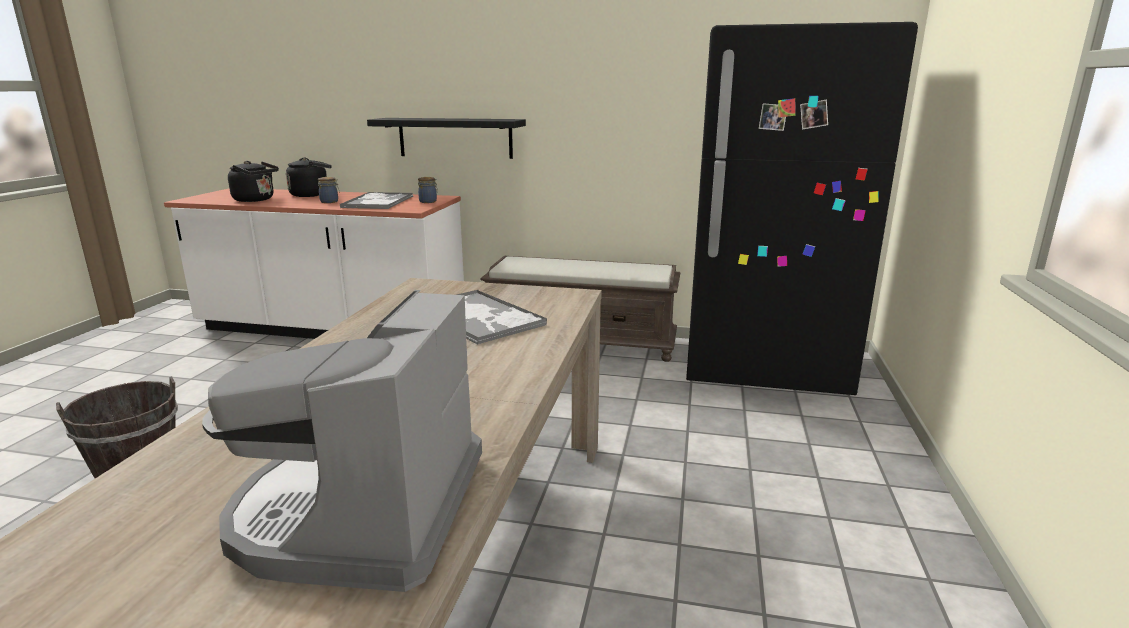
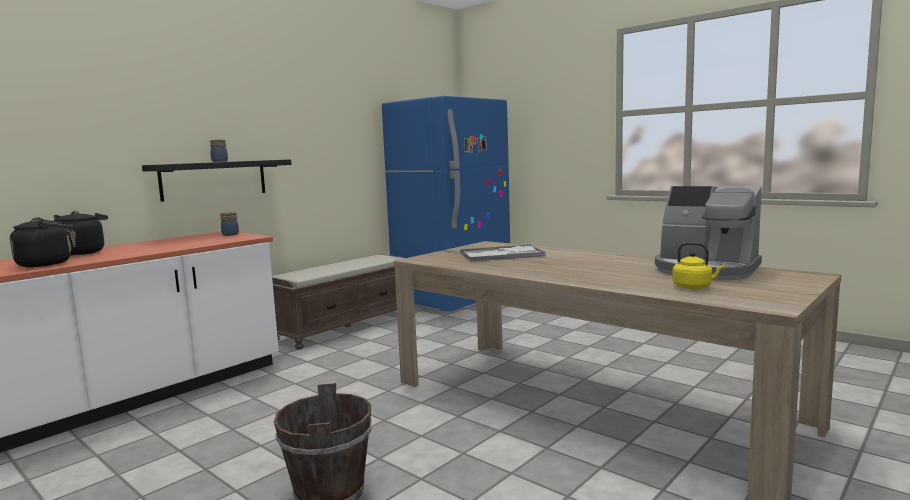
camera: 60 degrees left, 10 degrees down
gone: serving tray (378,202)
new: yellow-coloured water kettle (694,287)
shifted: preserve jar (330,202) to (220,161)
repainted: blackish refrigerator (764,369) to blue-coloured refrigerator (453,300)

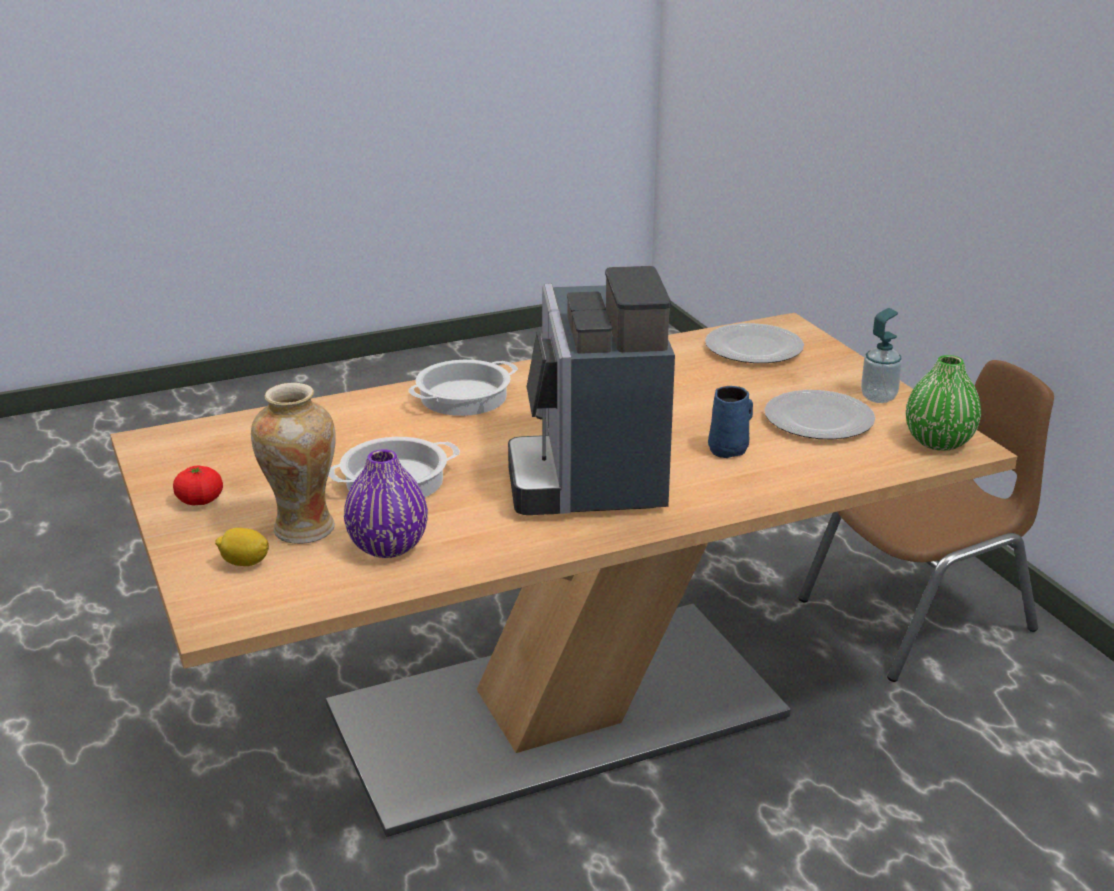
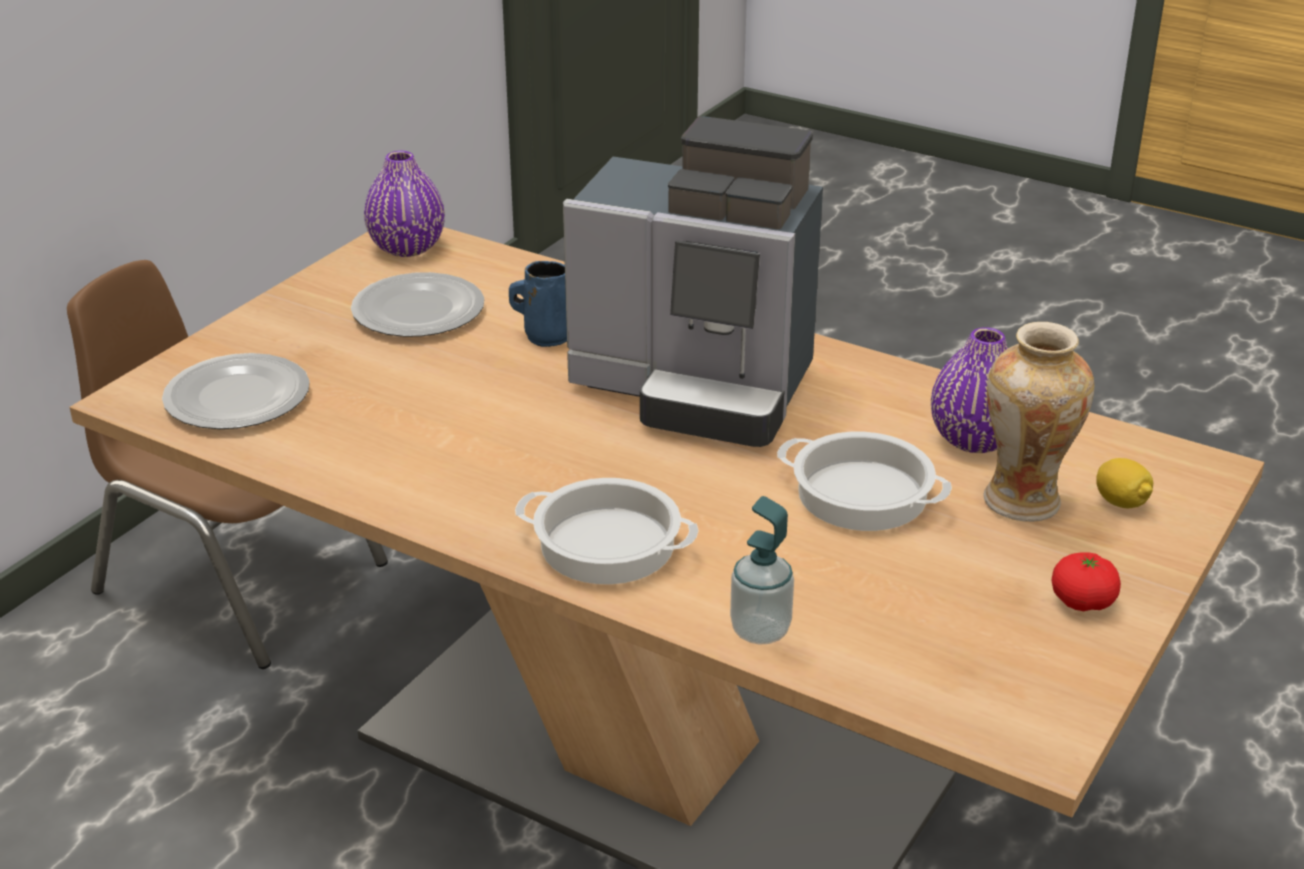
camera: 125 degrees left, 5 degrees up
shifted: soap dispenser (878,397) to (760,630)
repainted: greenish vase (938,442) to purple-coloured vase (407,247)
rotated: coffee brewer (590,476) = (698,388) 60 degrees clockwise

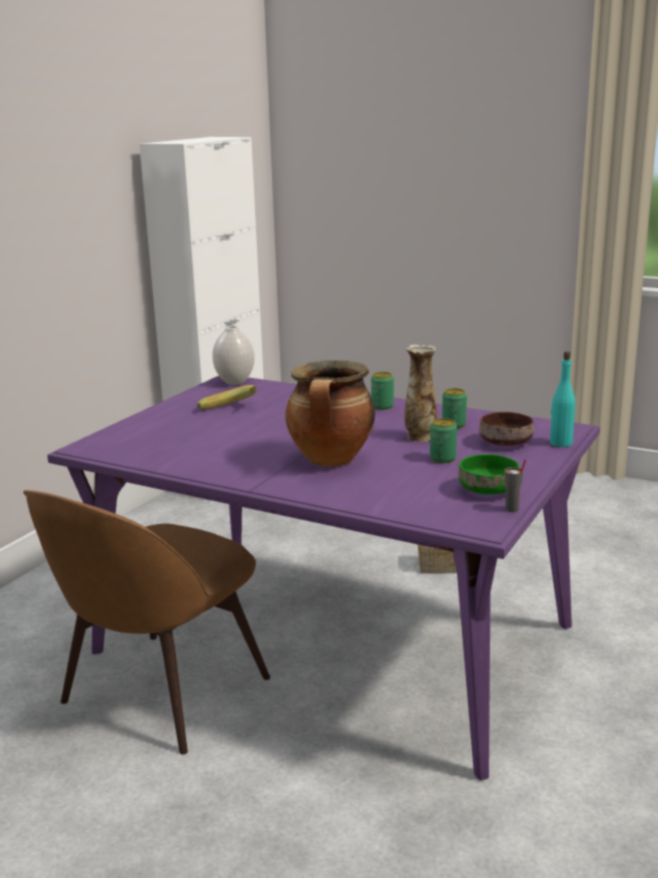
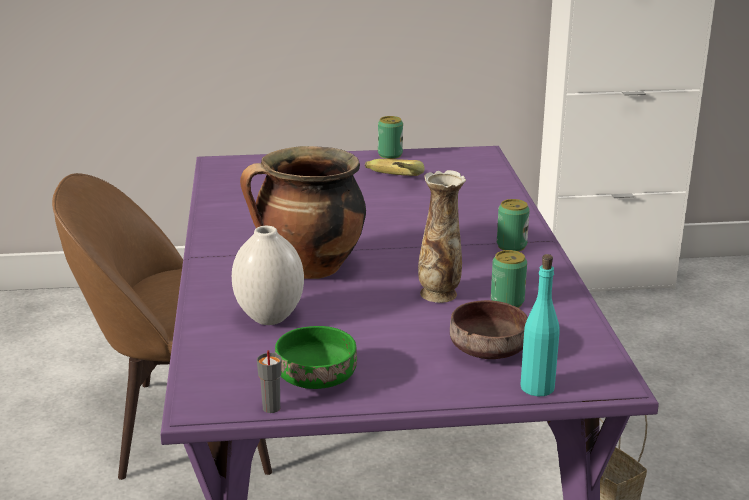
camera: 55 degrees right, 5 degrees up
shifted: whitish vase (235,382) to (269,318); metal can (443,459) to (390,155)

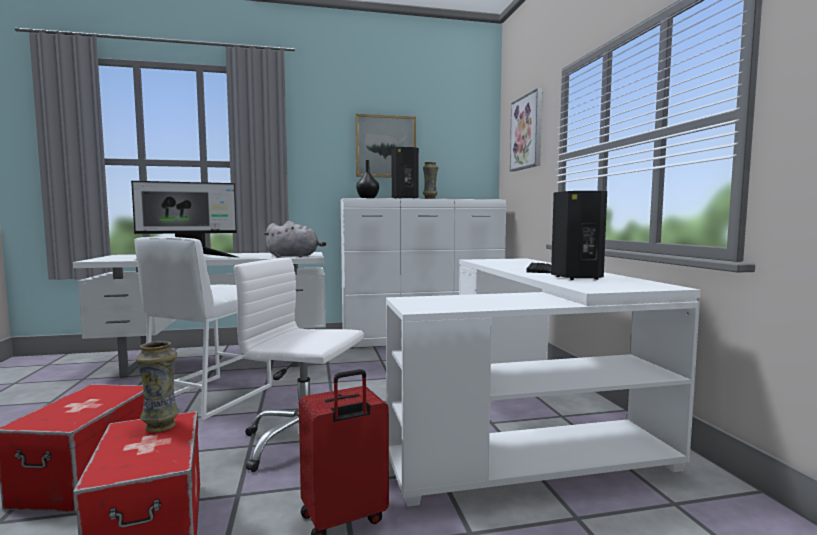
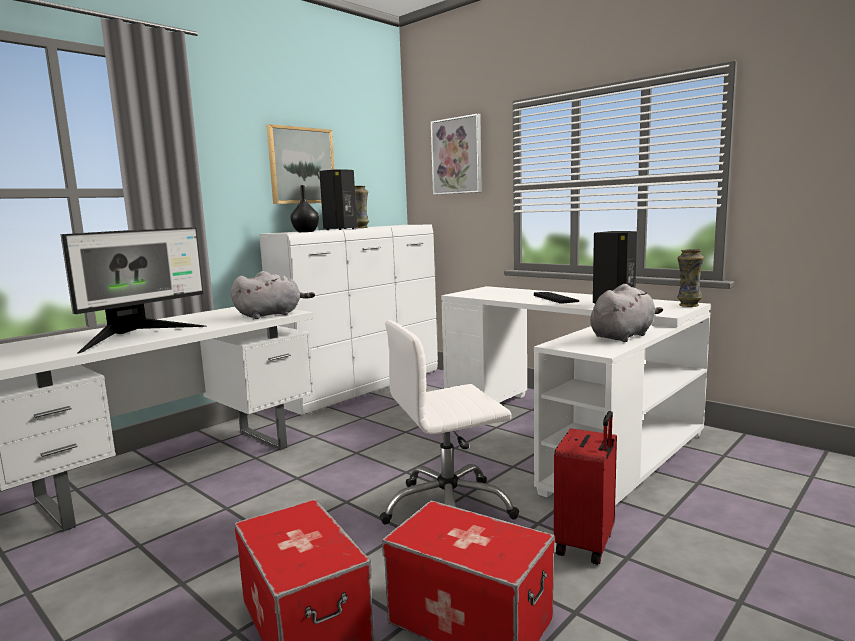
camera: 35 degrees left, 5 degrees up
gone: whitish stool (210,396)
new: gray plush toy (623,336)
shifted: vase (160,426) to (688,305)

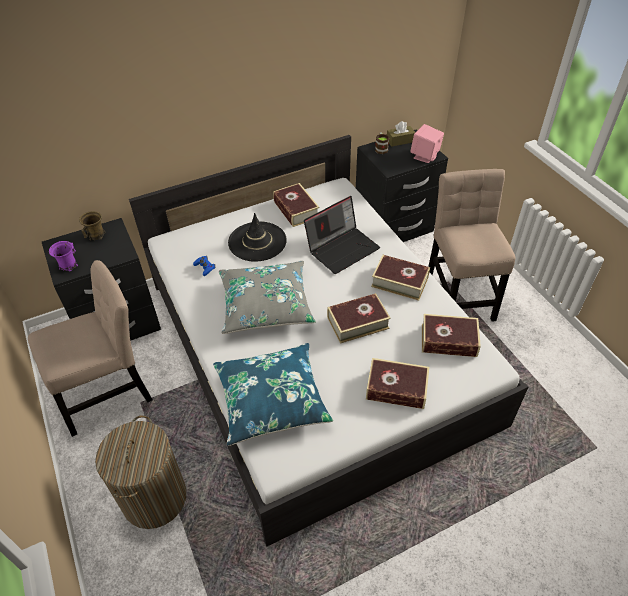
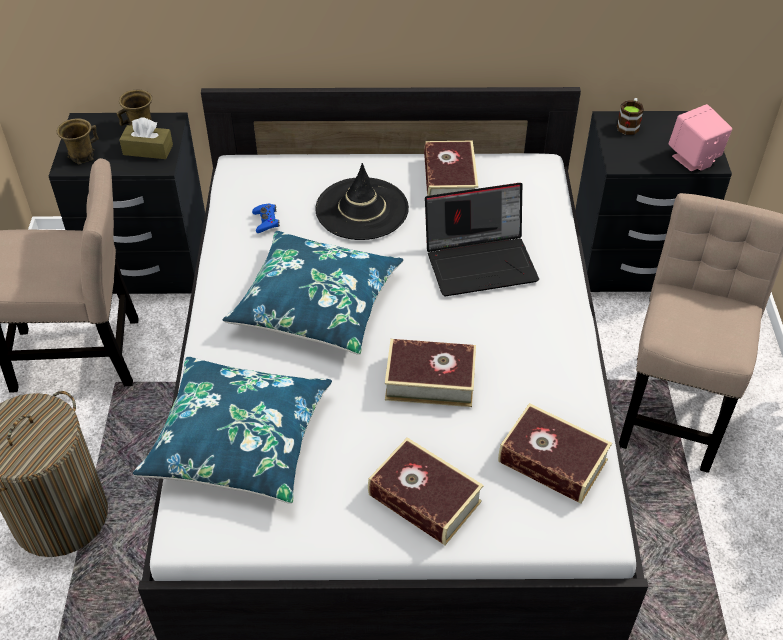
camera: 25 degrees right, 0 degrees up
gone: volume (399,282)
shifted: brown-coloured box of tissues (400,141) to (148,150)
repainted: purple-coloured mug (68,265) to brown-coloured mug (81,156); gray cushion (266,304) to blue-coloured cushion (316,304)

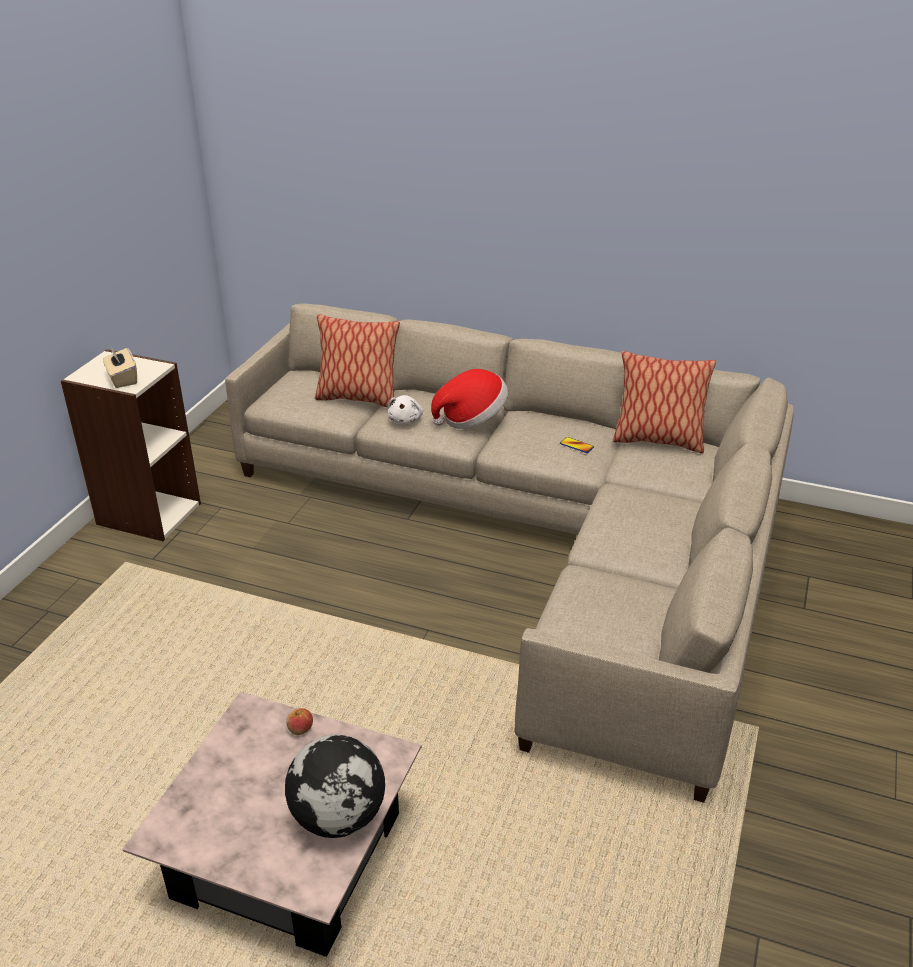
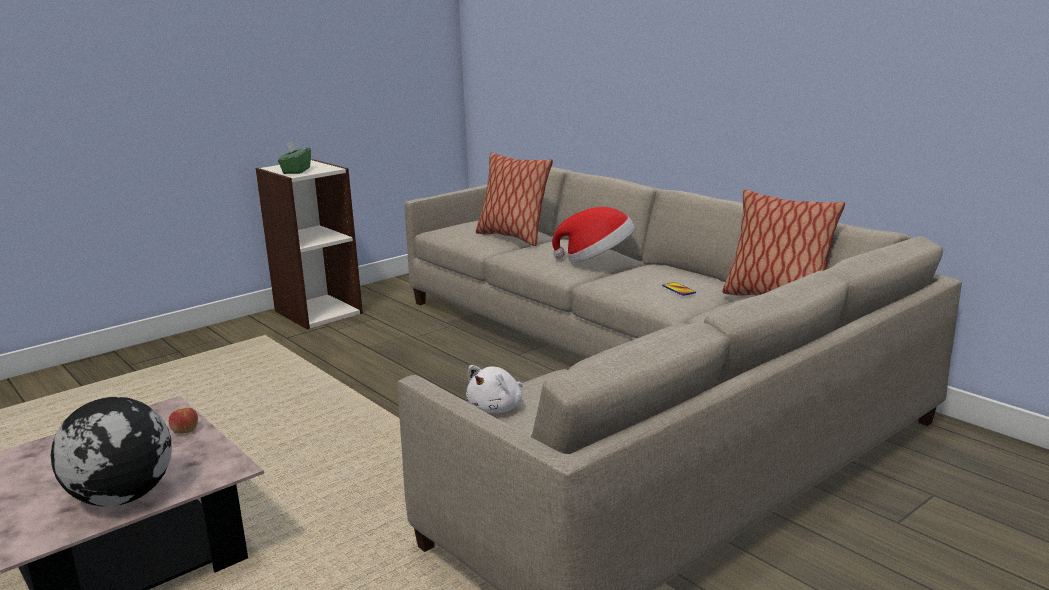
camera: 30 degrees right, 15 degrees down
shifted: whitish plush toy (405,420) to (497,408)
repainted: beige box of tissues (122,379) to greenish box of tissues (296,171)

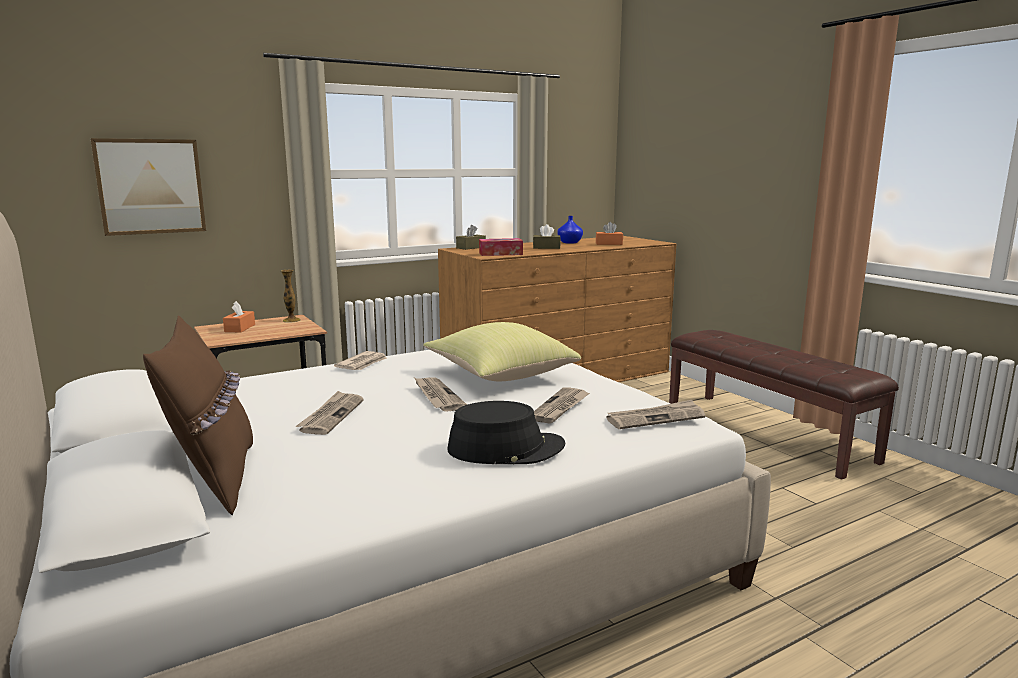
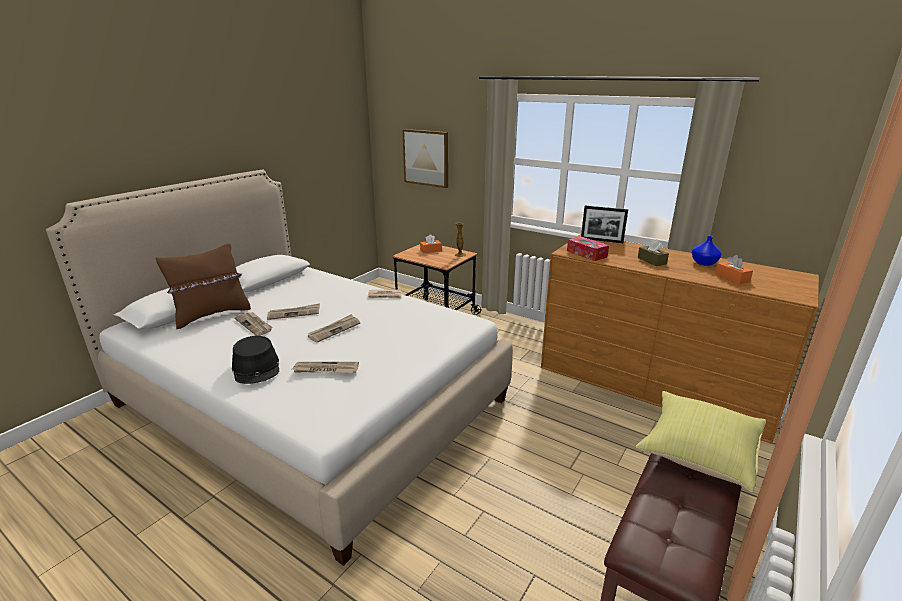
camera: 65 degrees right, 10 degrees up
shifted: yellow-coloured cushion (498,375) to (697,452); daily paper (655,418) to (254,325)
swapped: brown-coloured box of tissues (471,247) to photo frame (601,240)

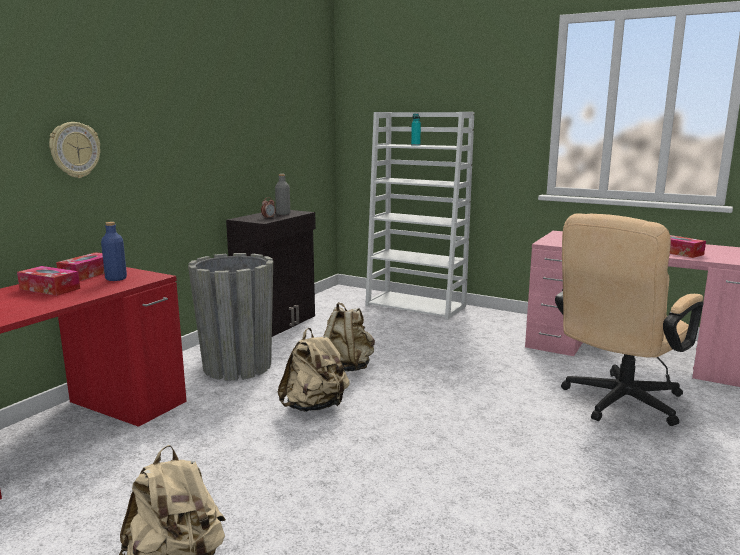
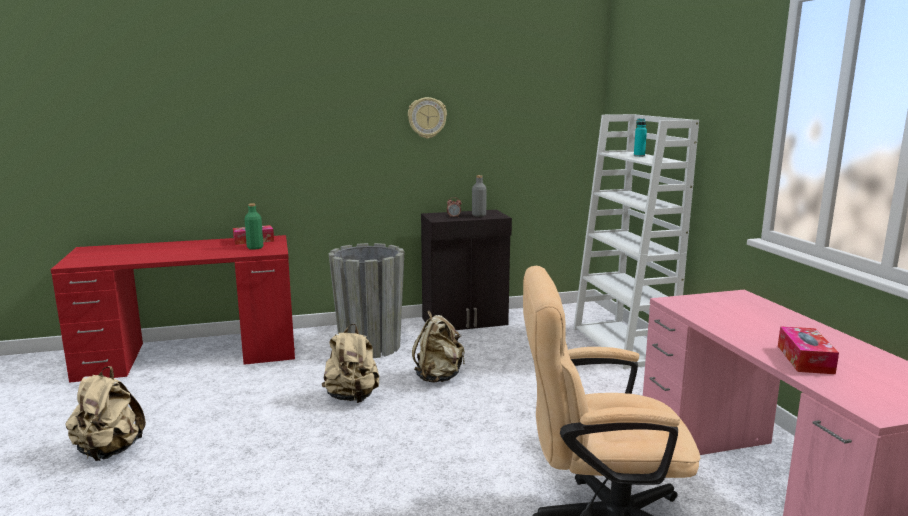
camera: 45 degrees right, 0 degrees up
gone: box of tissues (50,289)
shifted: wall clock (74,150) to (427,117)
repainted: blue-coloured bottle (116,278) to greenish bottle (255,247)

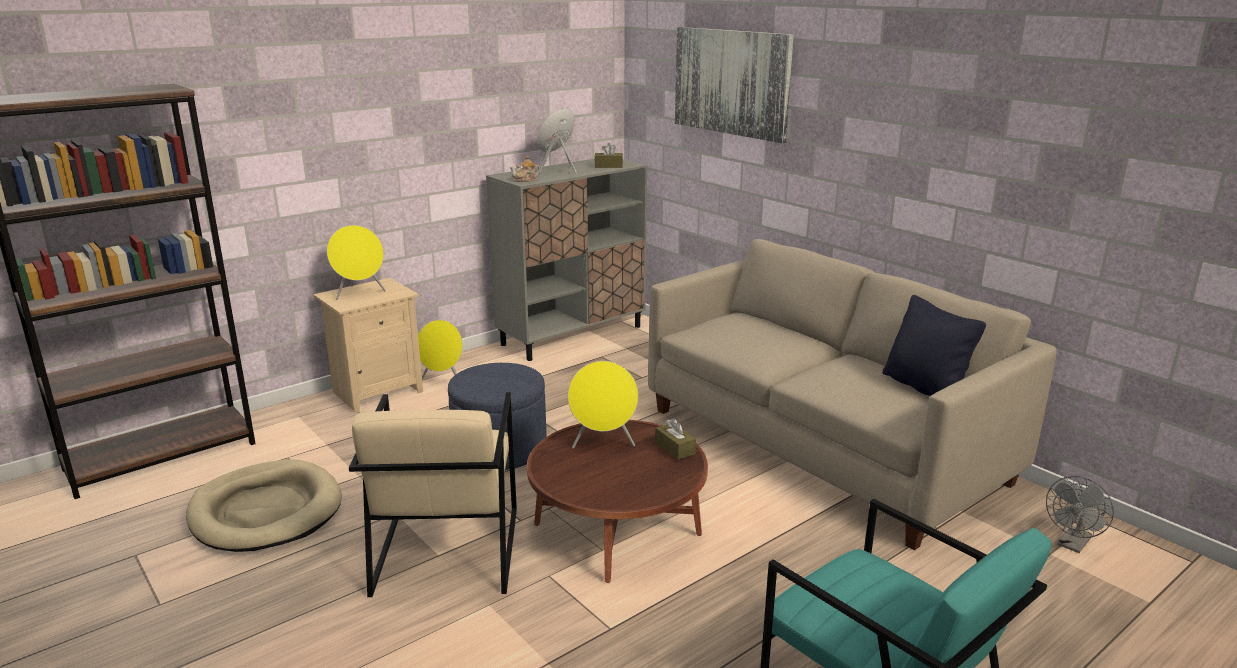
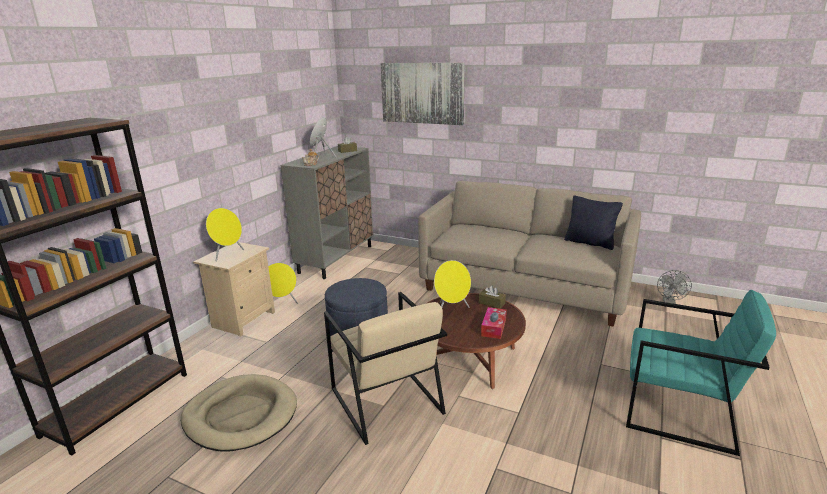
camera: 25 degrees left, 0 degrees up
new: box of tissues (493,328)

